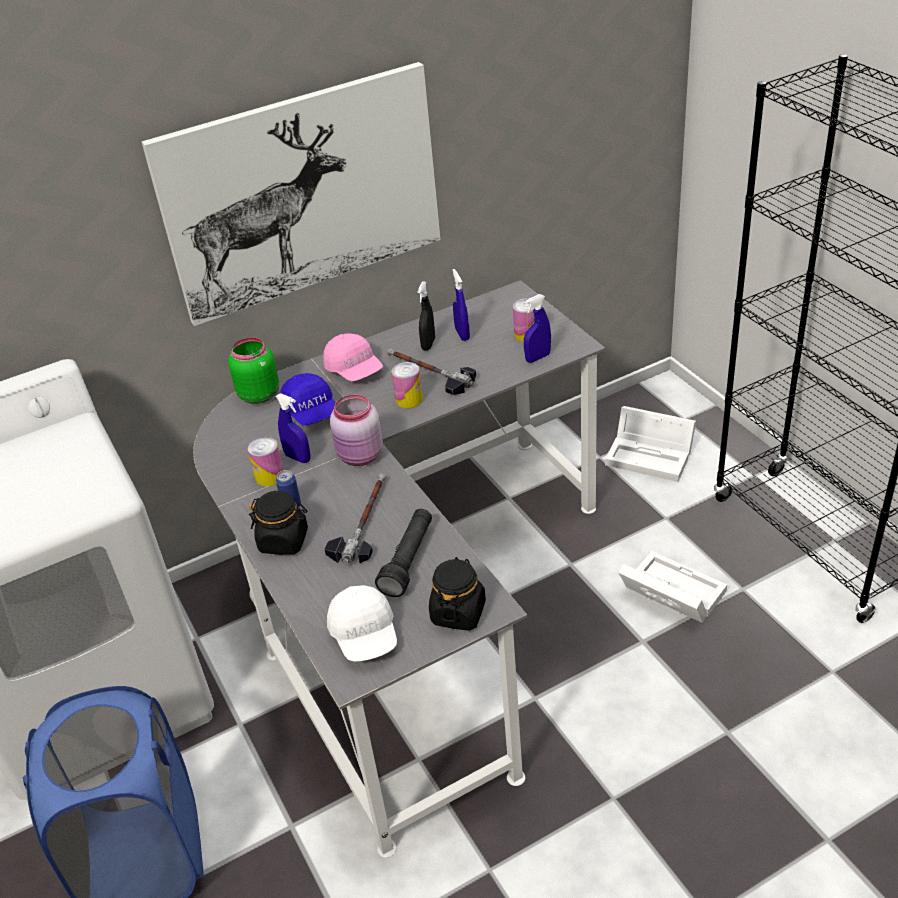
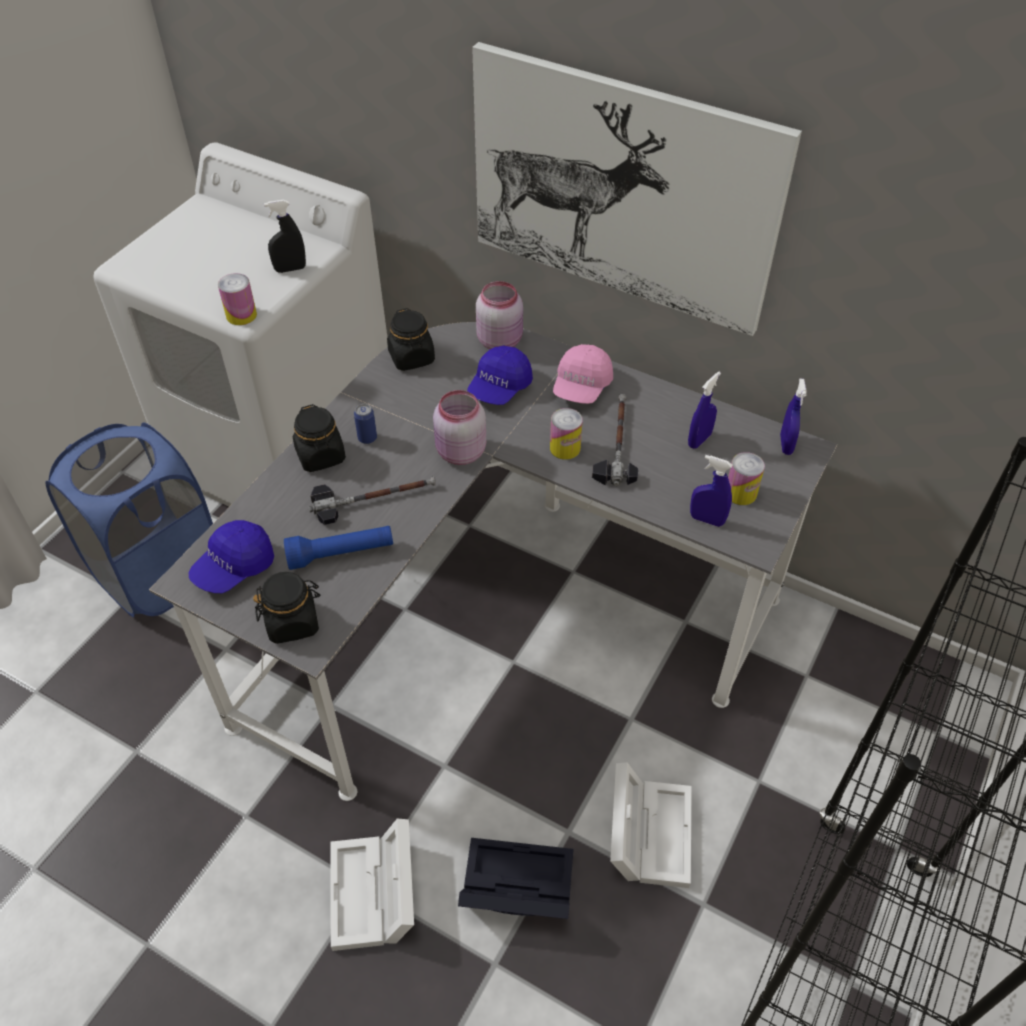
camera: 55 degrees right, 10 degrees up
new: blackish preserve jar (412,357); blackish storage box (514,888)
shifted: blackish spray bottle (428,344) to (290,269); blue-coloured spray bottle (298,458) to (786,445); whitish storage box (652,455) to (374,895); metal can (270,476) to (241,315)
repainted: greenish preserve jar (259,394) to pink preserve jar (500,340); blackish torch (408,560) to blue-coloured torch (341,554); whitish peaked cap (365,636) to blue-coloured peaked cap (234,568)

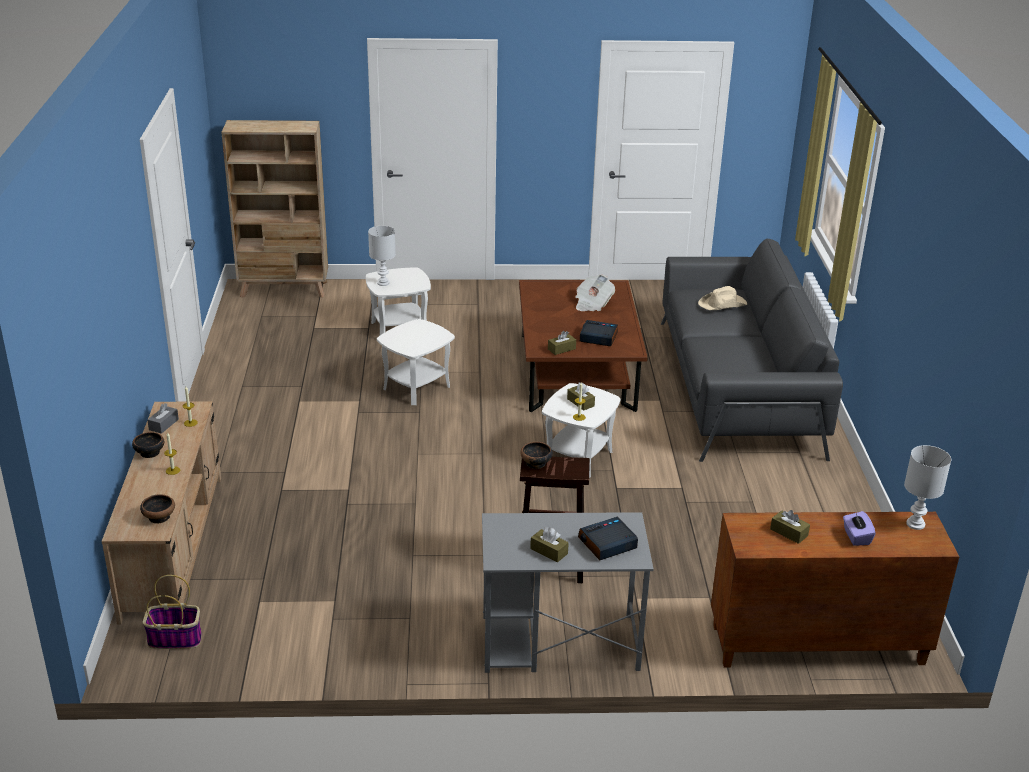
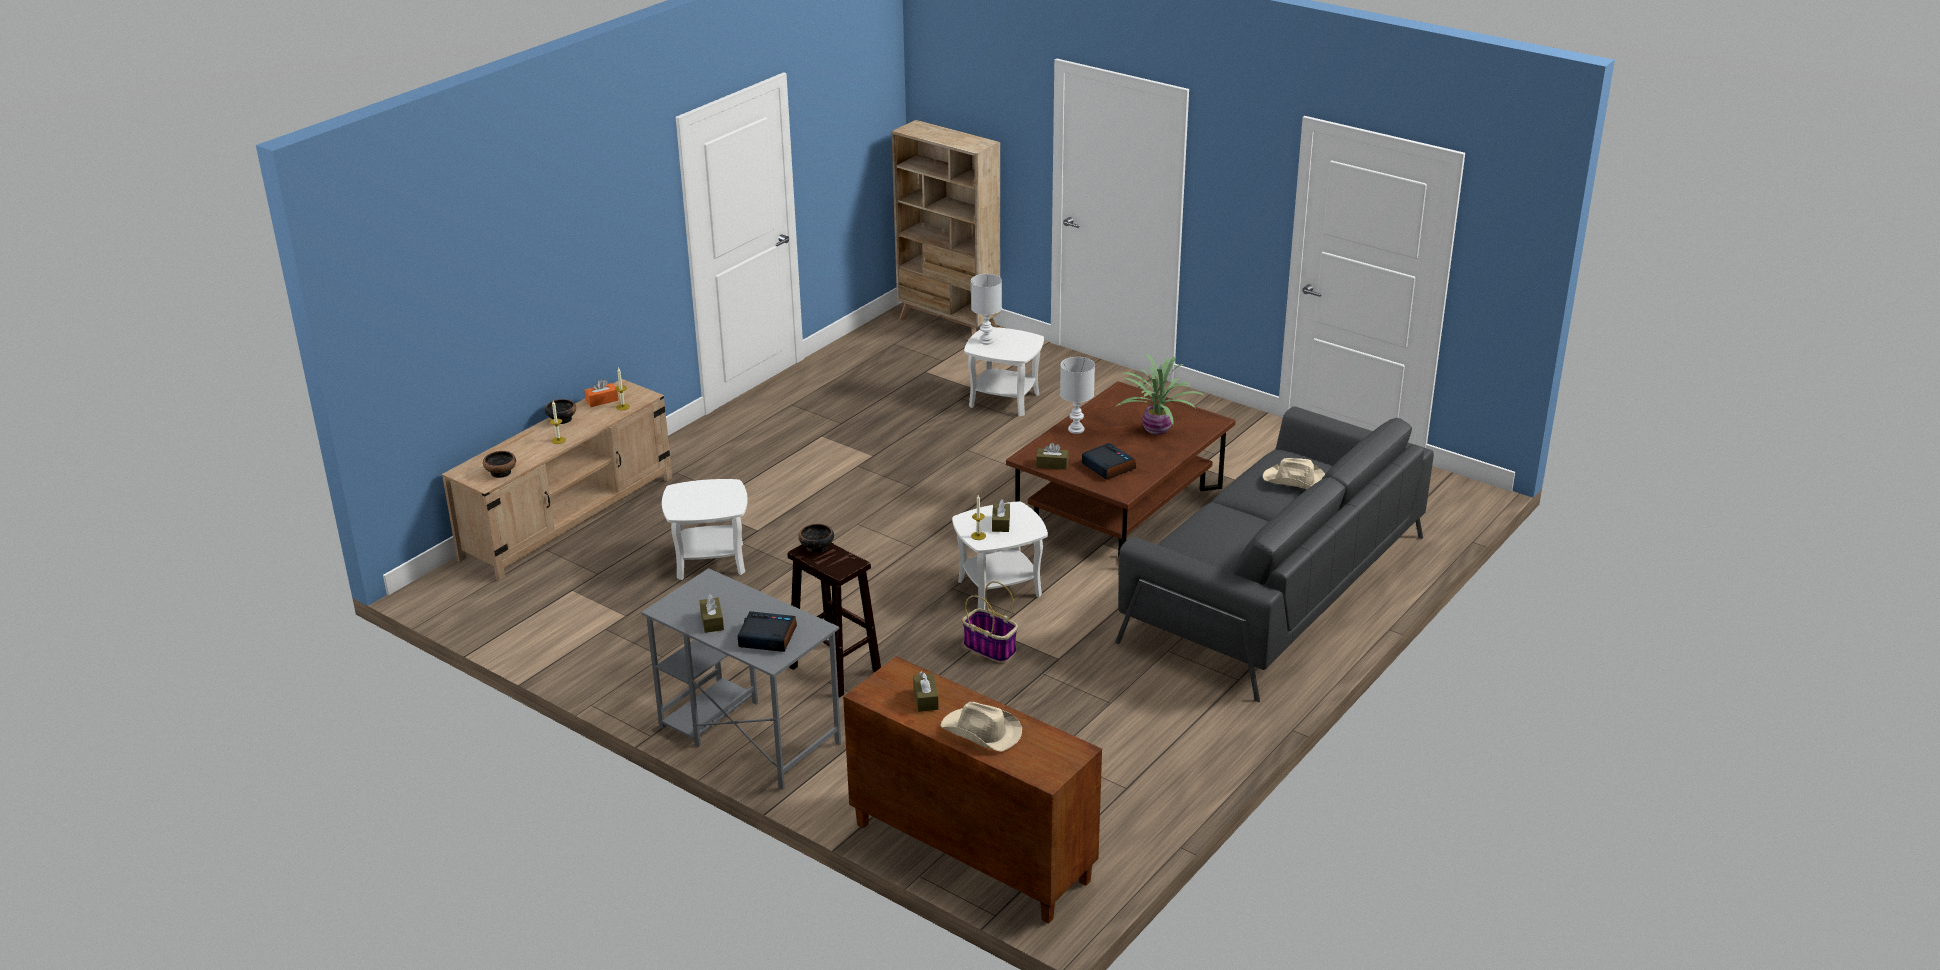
camera: 40 degrees right, 0 degrees up
shifted: whitish accent table (416,387) to (710,560); whitish lamp for a table (916,524) to (1076,430); basket (176,639) to (991,648)
swapped: daily paper (592,304) to plant in a pot (1156,431); purple-coloured box of tissues (856,537) to beige clothing hat (981,732)
repainted: gray box of tissues (163,424) to orange-coloured box of tissues (602,400)

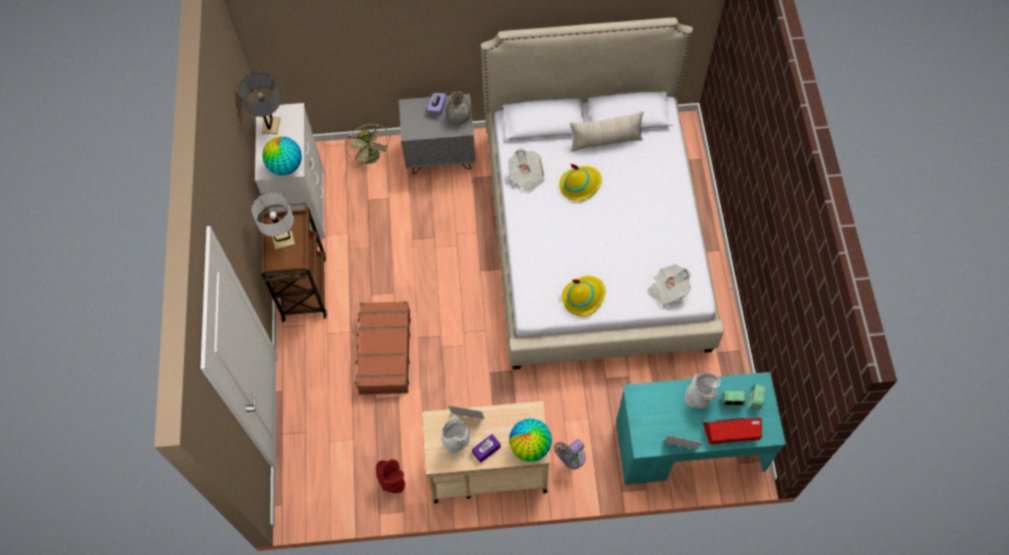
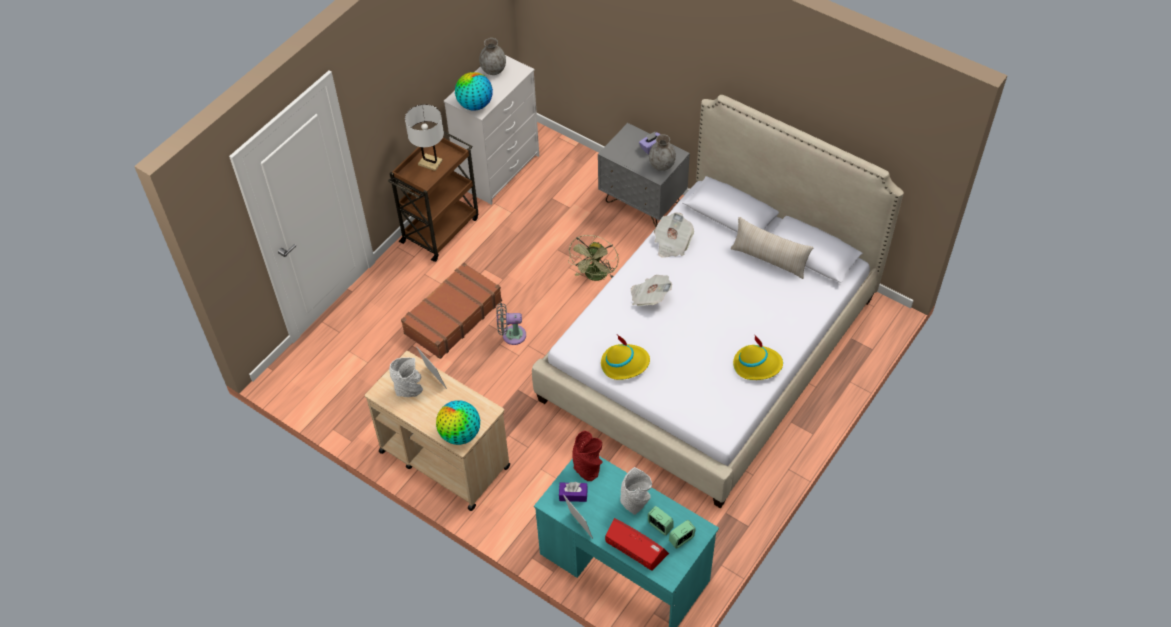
camera: 40 degrees right, 10 degrees down
shifted: greenish fan (372,159) to (595,277); yellow-coloured clothing hat (580,184) to (757,365); daily paper (667,290) to (649,297); purple-coloured box of tissues (486,450) to (573,495); gray fan (571,459) to (511,335); reddish vase (392,481) to (587,467)
swapped: gray lamp for a table (271,126) to gray vase (493,70)

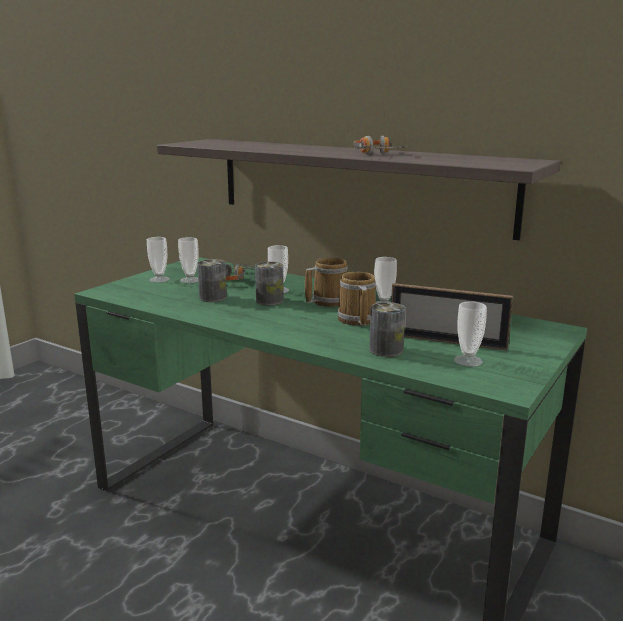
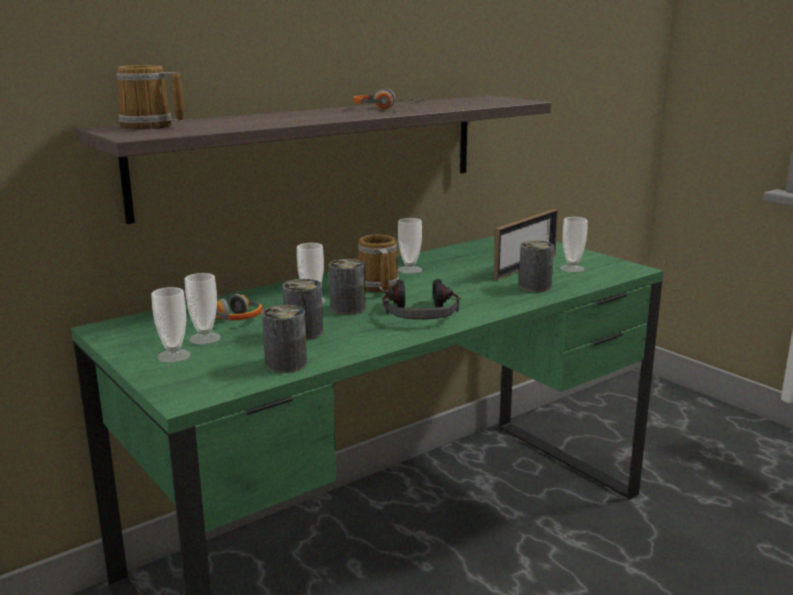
camera: 70 degrees left, 0 degrees up
new: pair of headphones (421,313); metal can (286,364)
shifted: mug (356,320) to (149,126)

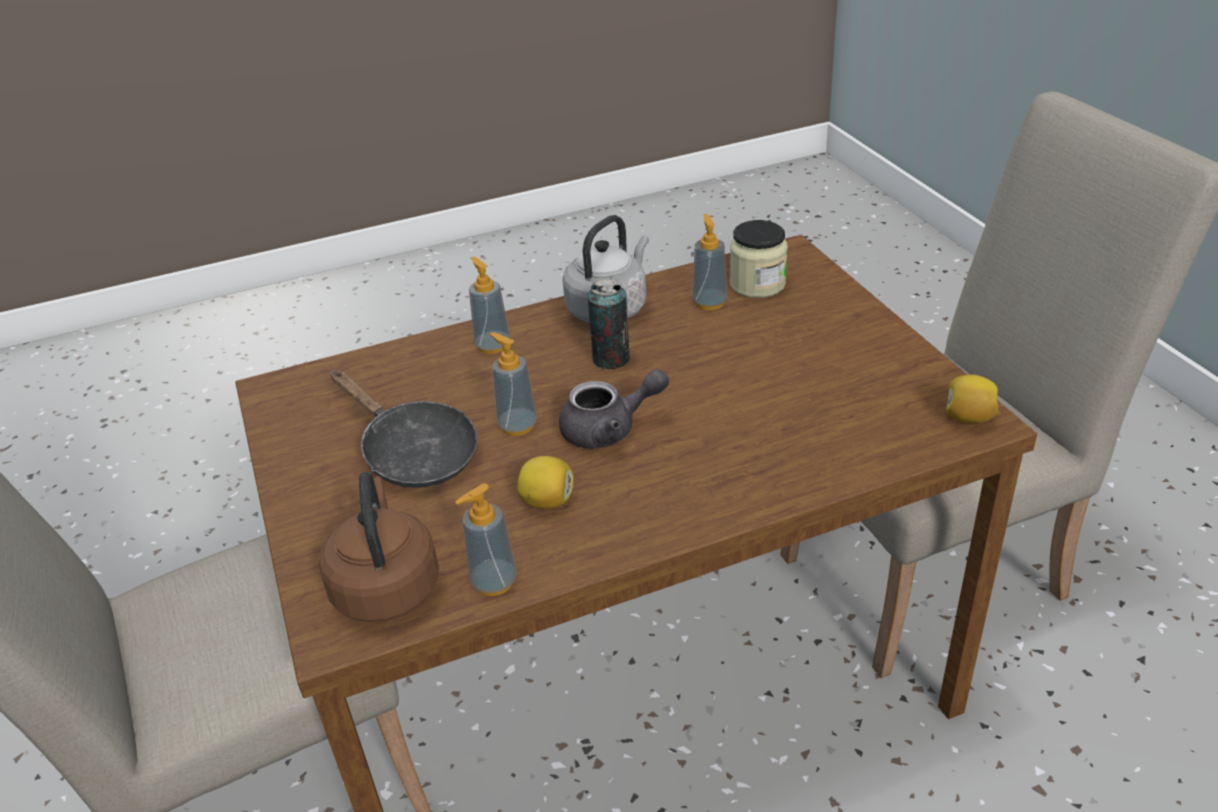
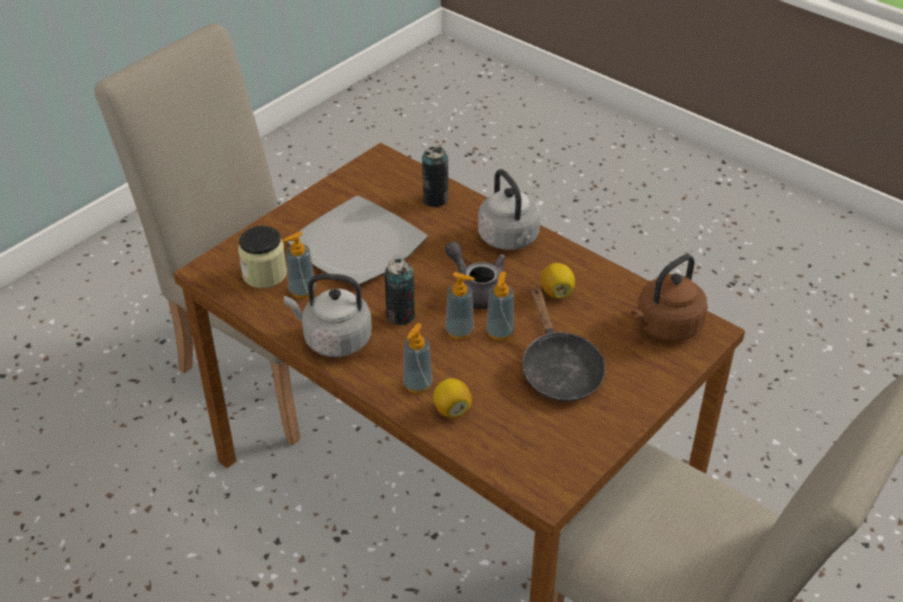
camera: 120 degrees left, 5 degrees up
new: metal can (435,199); gray water kettle (510,239); plate (359,246)
shifted: citrus fruit (968,417) to (452,410); soap dispenser (494,582) to (459,331)
rotated: blackish skillet (413,453) = (559,369) 150 degrees clockwise

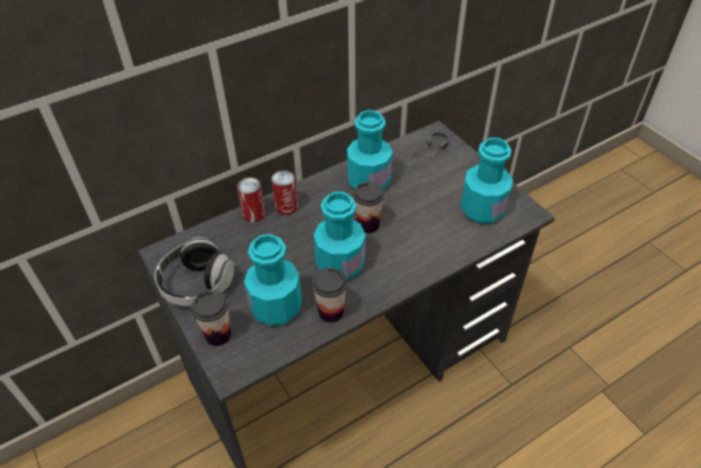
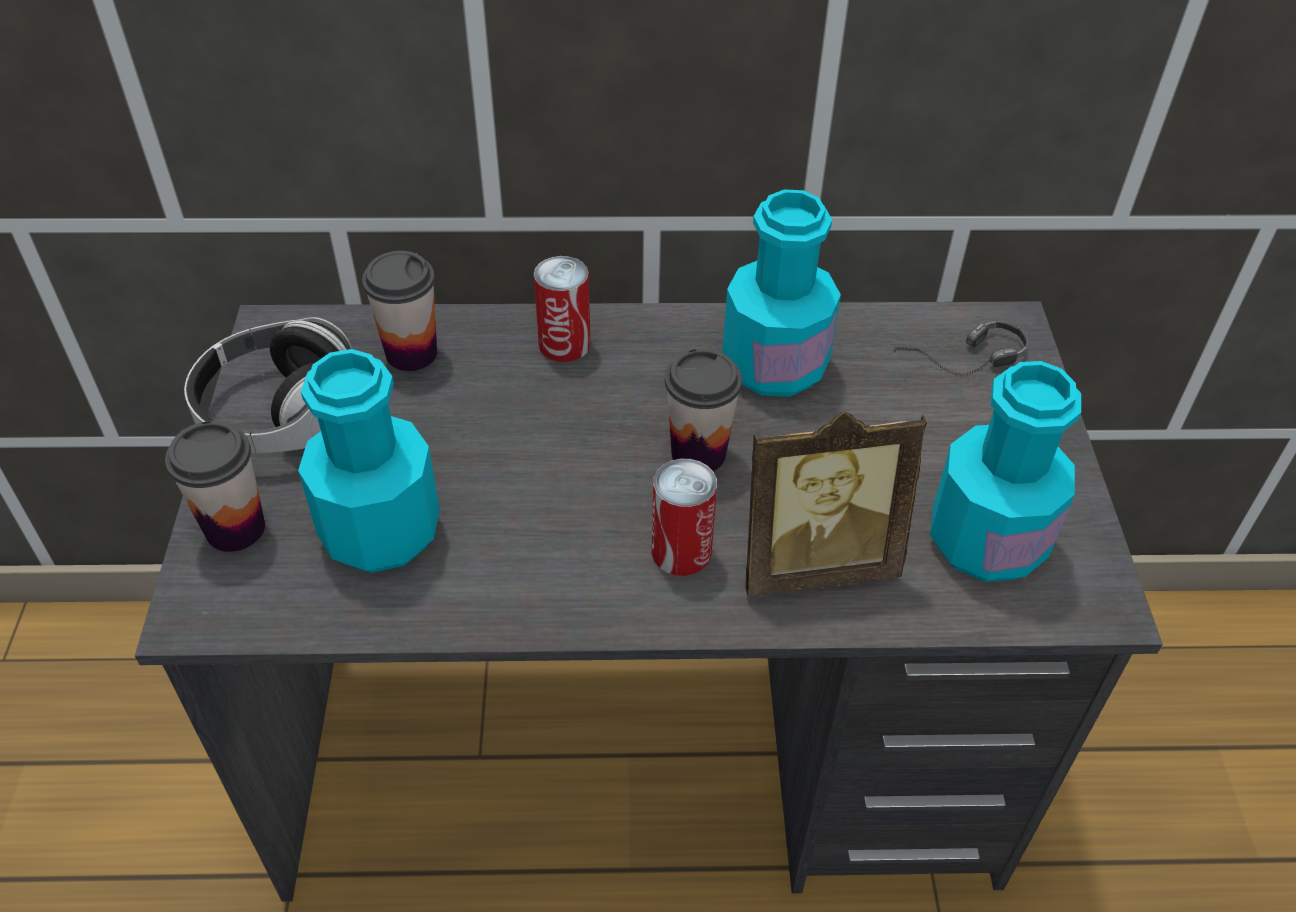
camera: 30 degrees right, 0 degrees up
gone: turquoise-coloured bottle (340,264)
new: photo frame (814,561)
shifted: metal can (253,214) to (681,551); drinking cup (331,312) to (411,353)

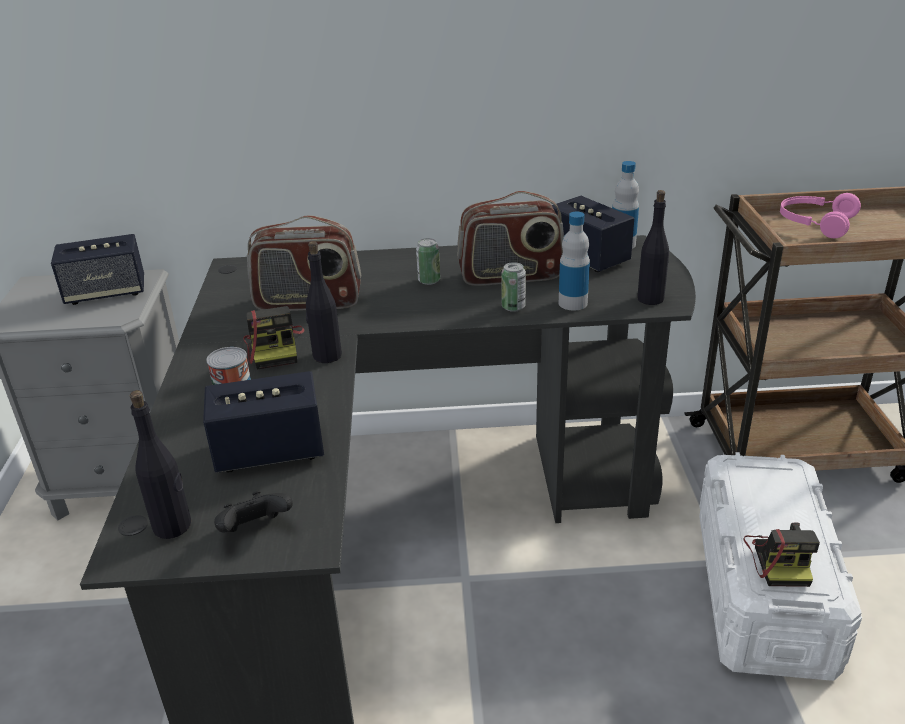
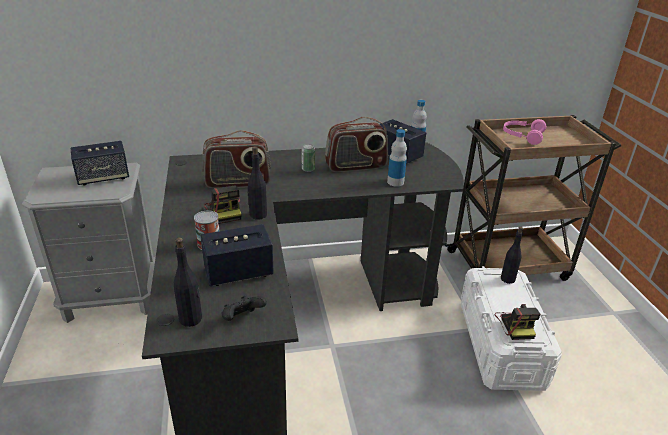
camera: 10 degrees left, 0 degrees up
gone: metal can (513,307)
shifted: blackish bottle (651,299) to (508,279)

